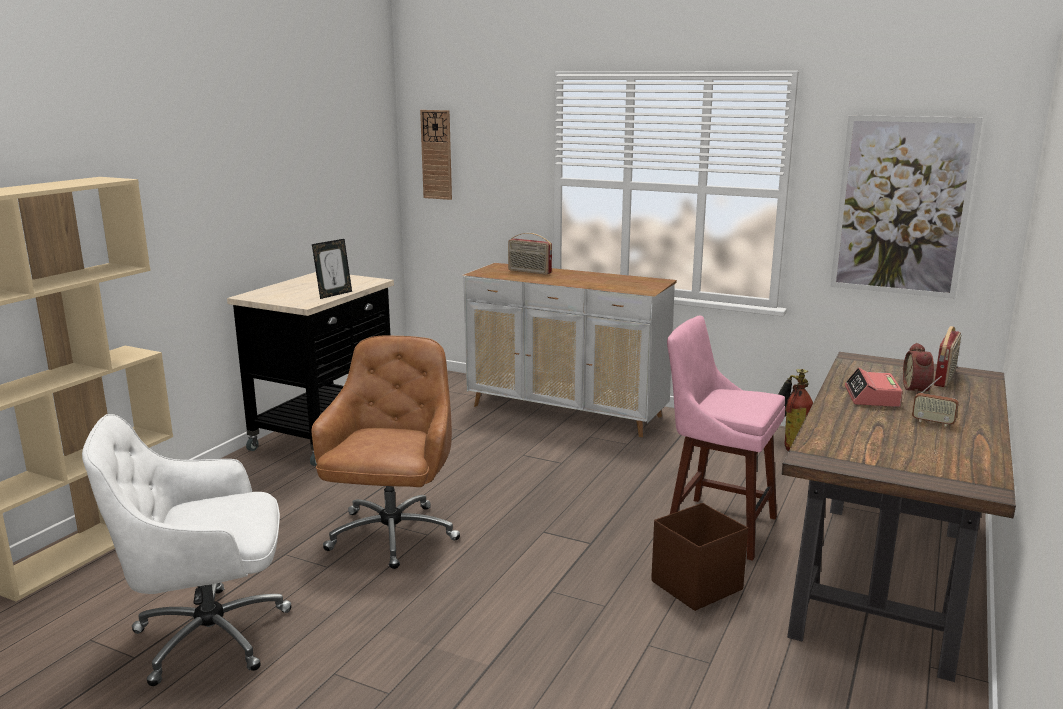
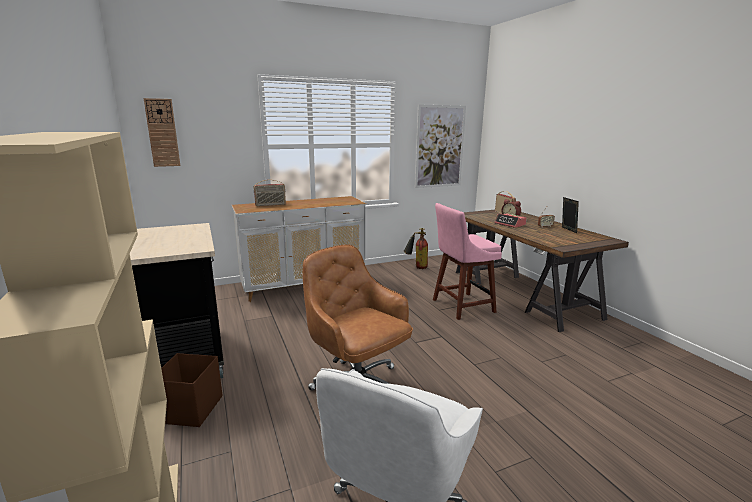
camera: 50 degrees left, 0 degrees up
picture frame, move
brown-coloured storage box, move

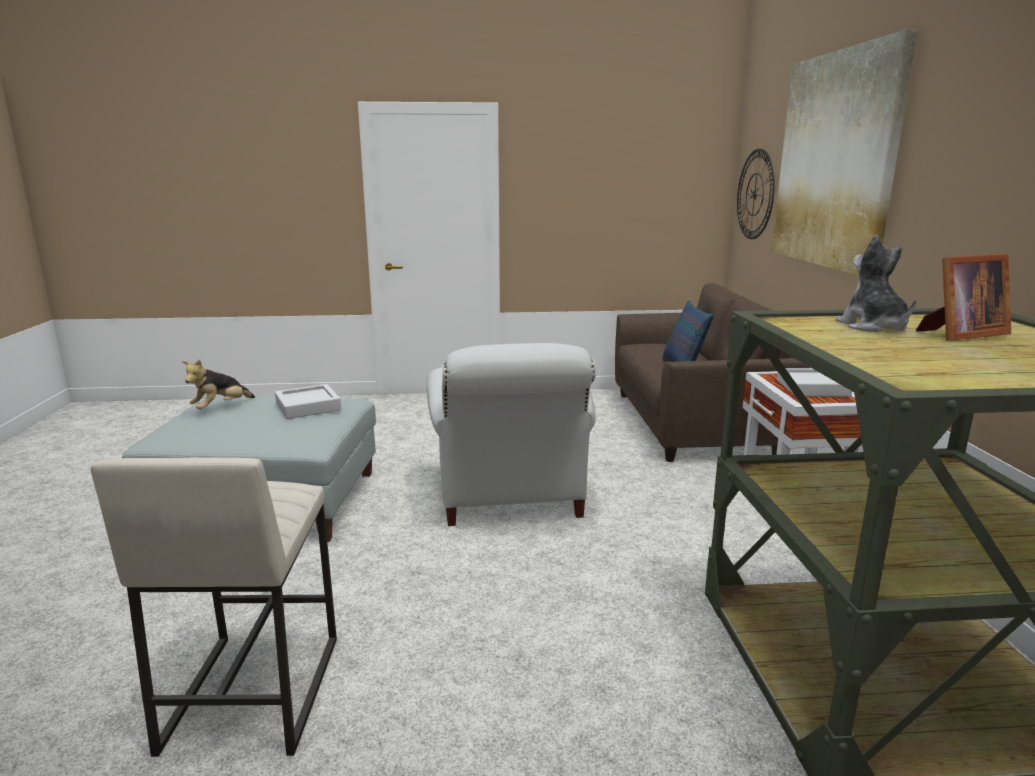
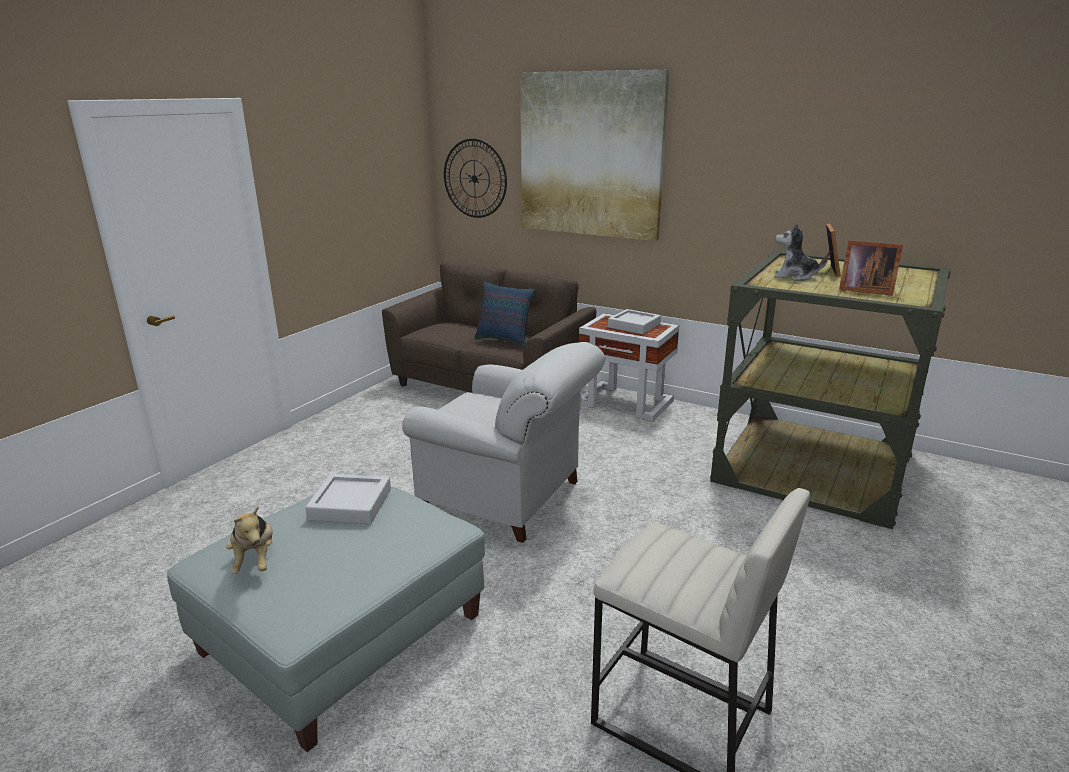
camera: 55 degrees left, 5 degrees up
nothing => picture frame (2nd from left)

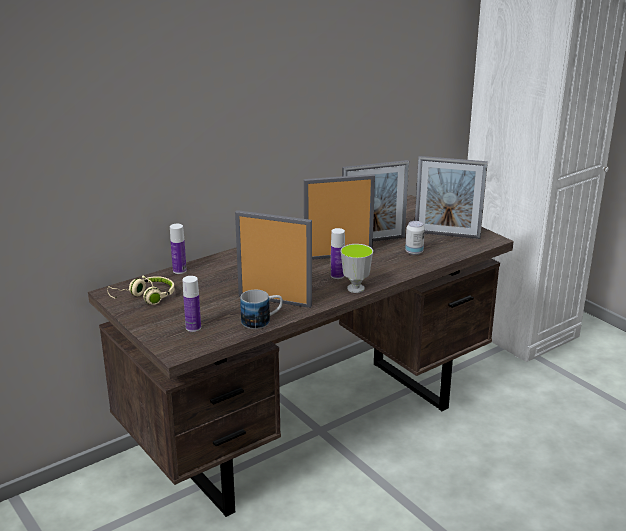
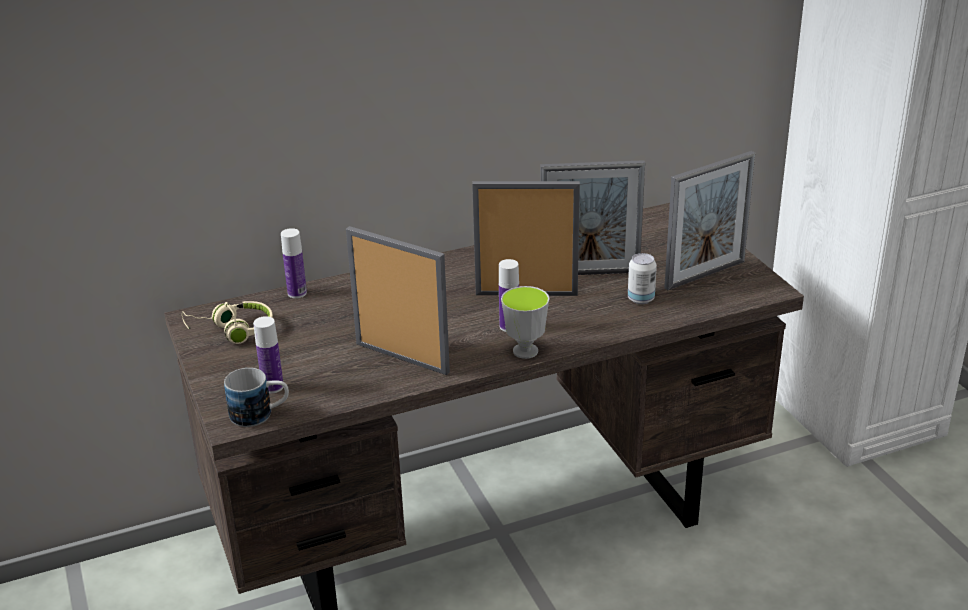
camera: 15 degrees right, 5 degrees up
mug, move
picture frame (4th from left), 60 degrees counterclockwise

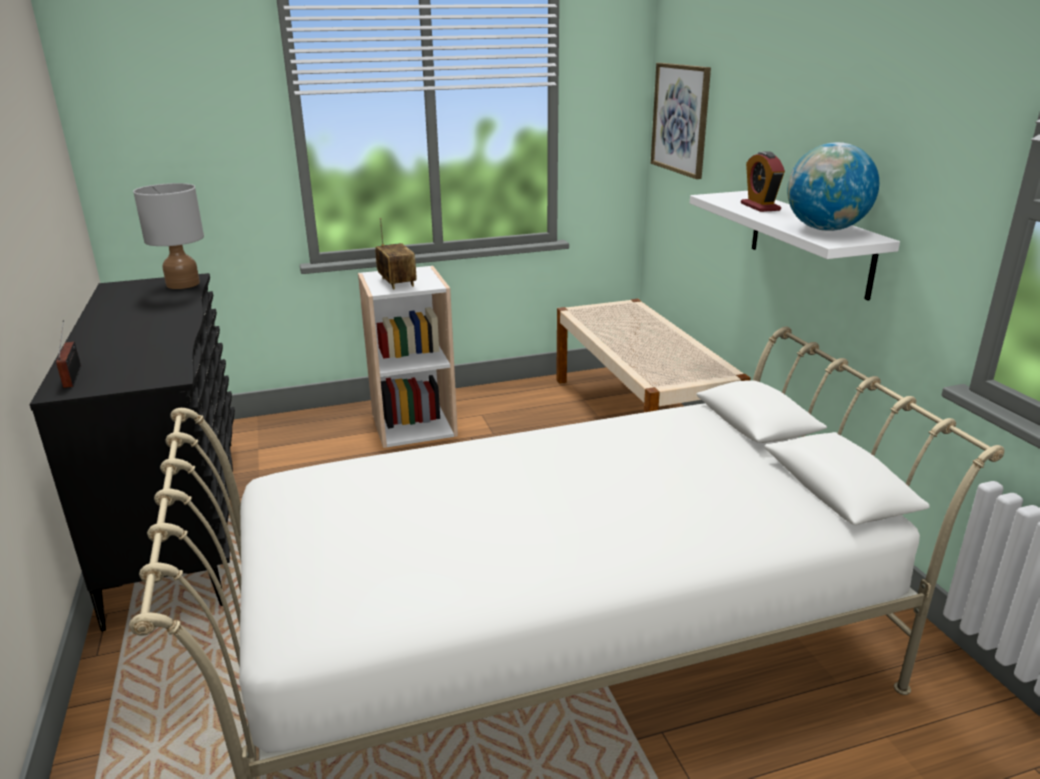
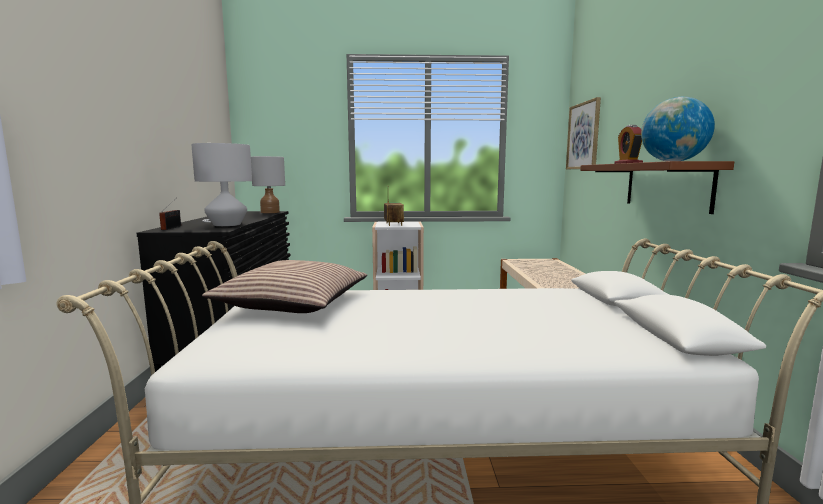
camera: 15 degrees right, 15 degrees down
nothing => greyish lamp for a table (1st from left)
nothing => pillow
whitish shelf => brown-coloured shelf

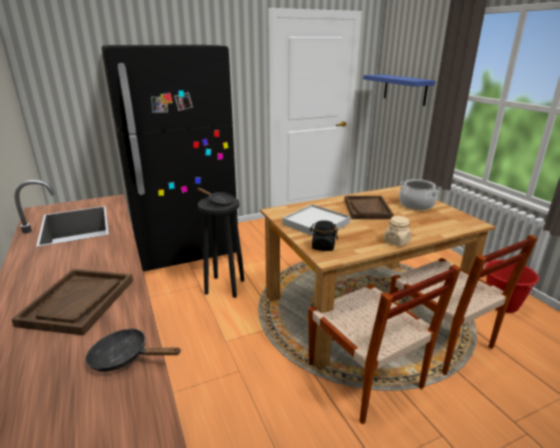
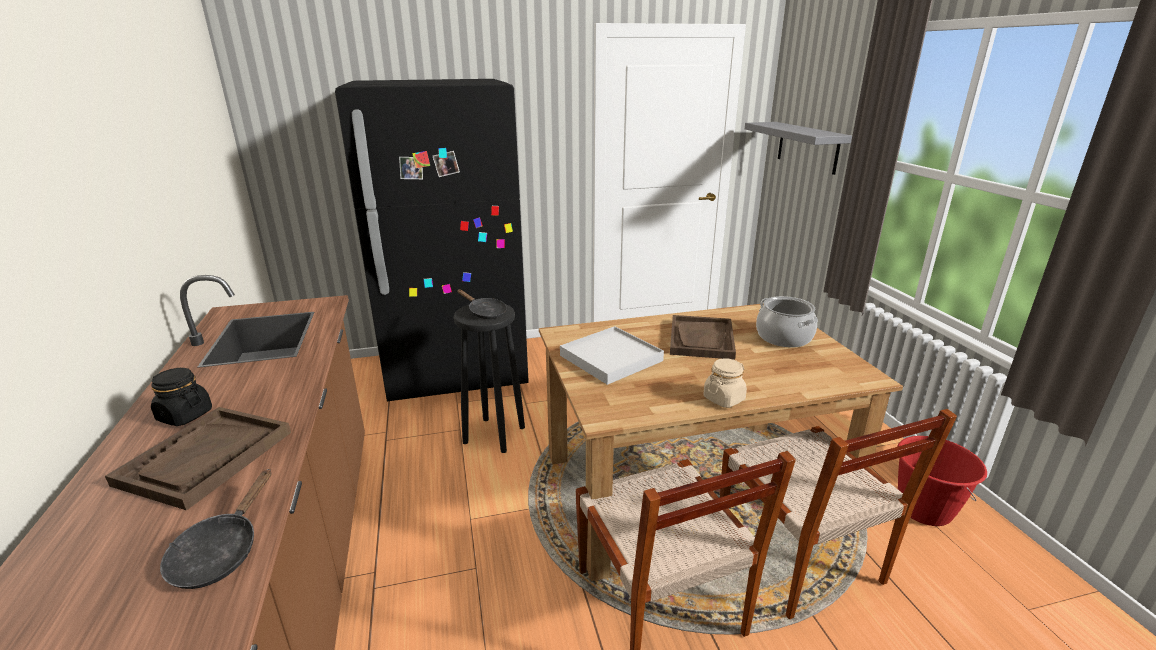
camera: 10 degrees right, 0 degrees up
black storage jar, move
blue-coloured shelf => greyish shelf
black frying pan (1st from left), 105 degrees counterclockwise

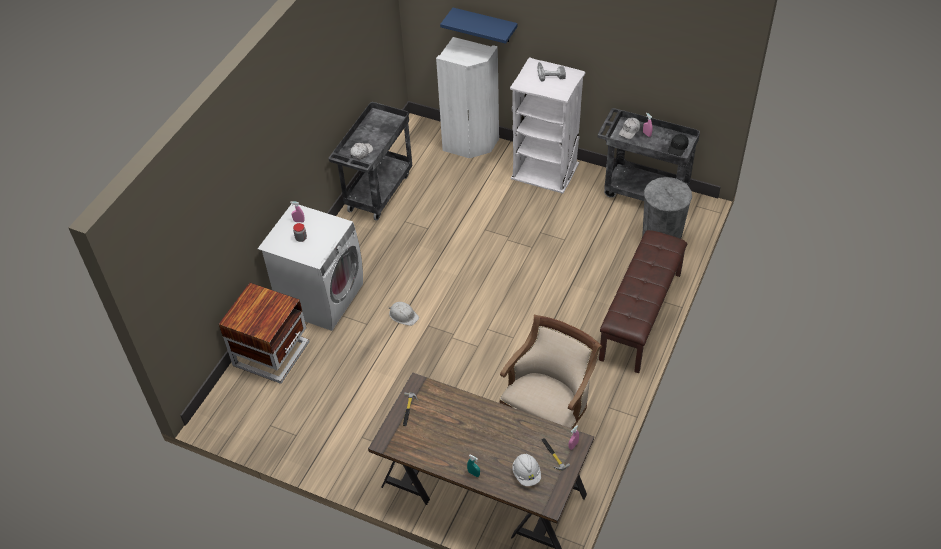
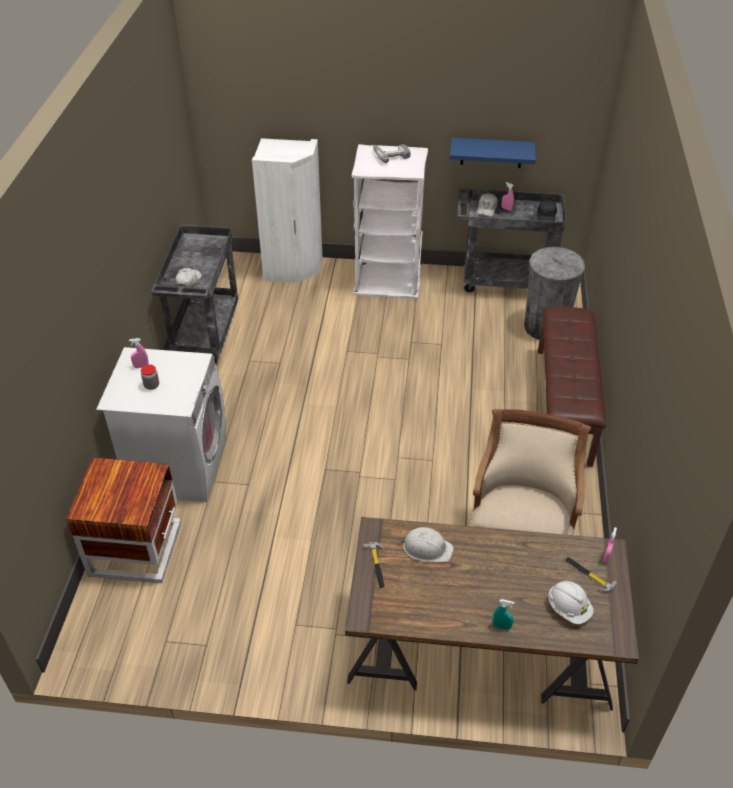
camera: 20 degrees left, 5 degrees down
whitish hard hat (1st from left), move
blue-coloured shelf, move

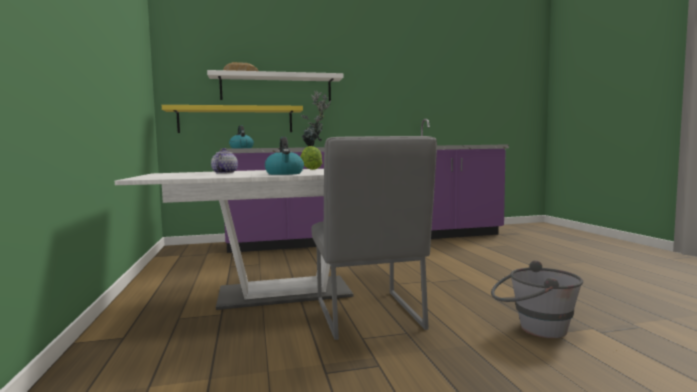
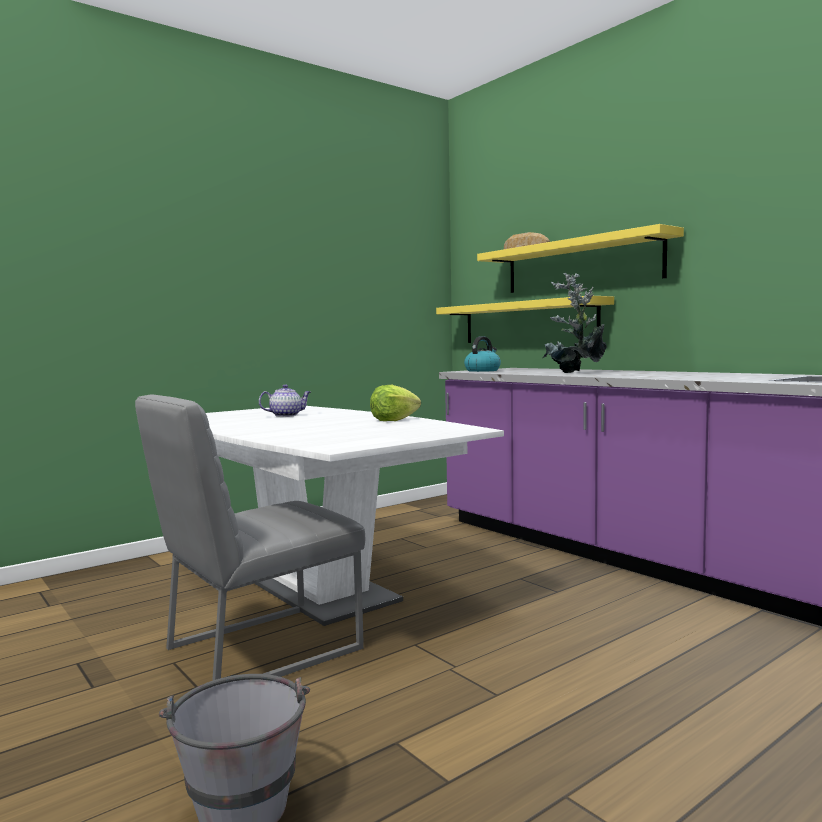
camera: 65 degrees right, 0 degrees up
tea kettle (2nd from left) => nothing
whitish shelf => yellowish shelf (2nd from left)

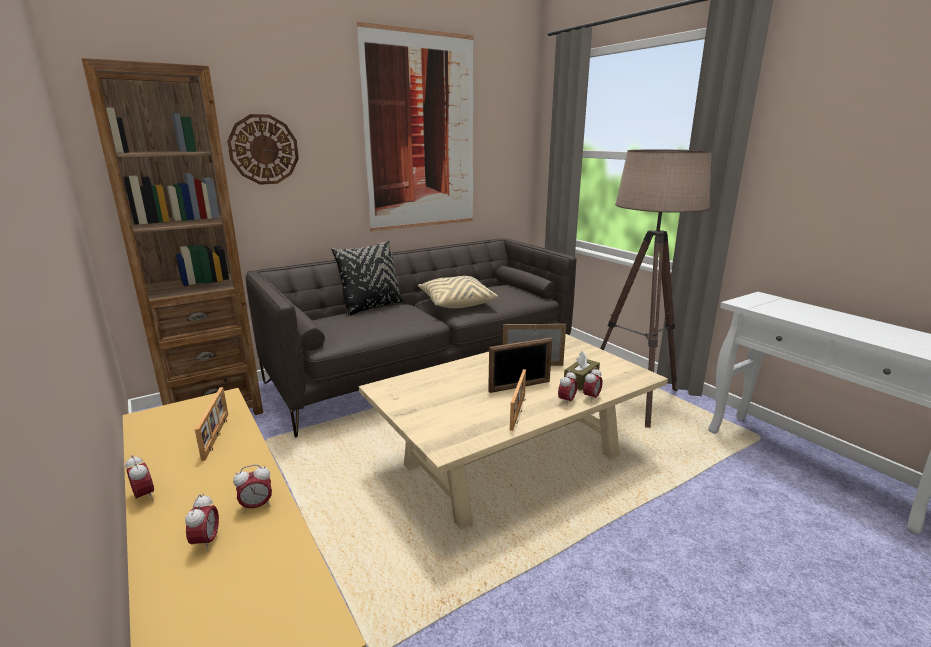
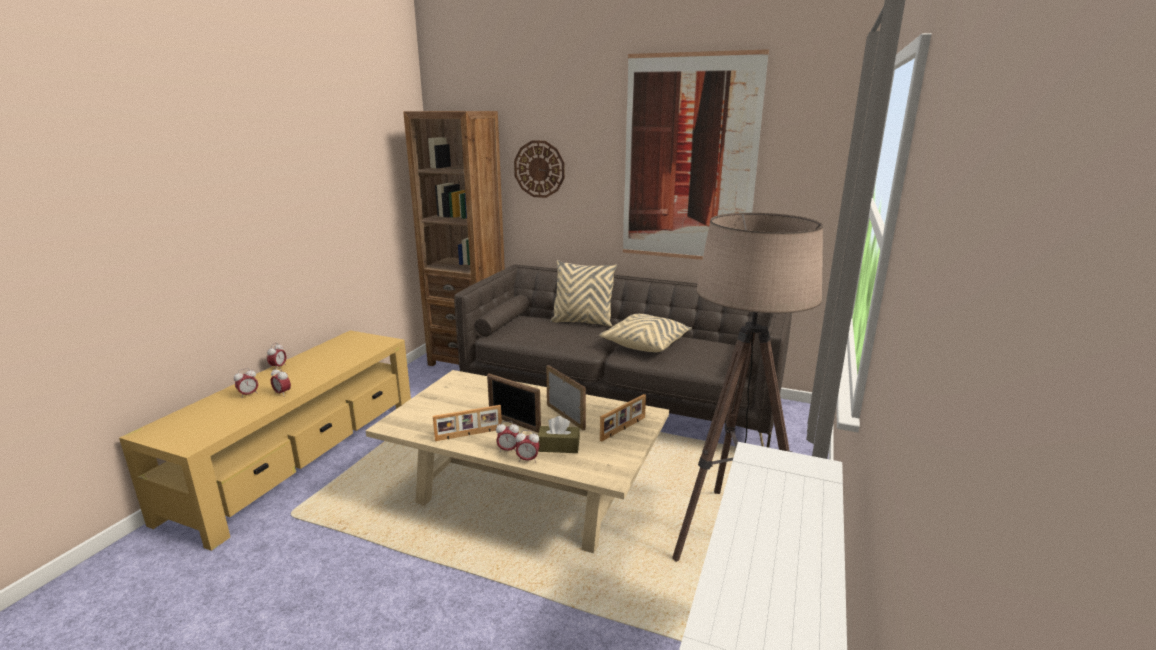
camera: 55 degrees right, 0 degrees up
picture frame (1st from left in the first image) => picture frame (4th from left), move
black pillow => beige-coloured pillow (1st from left)

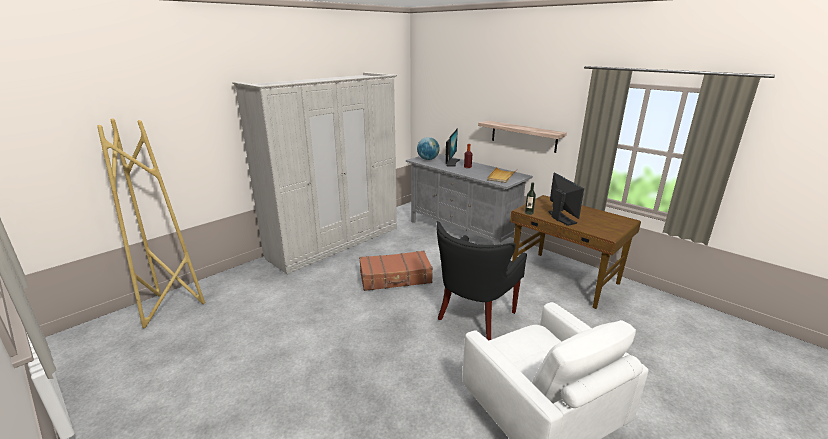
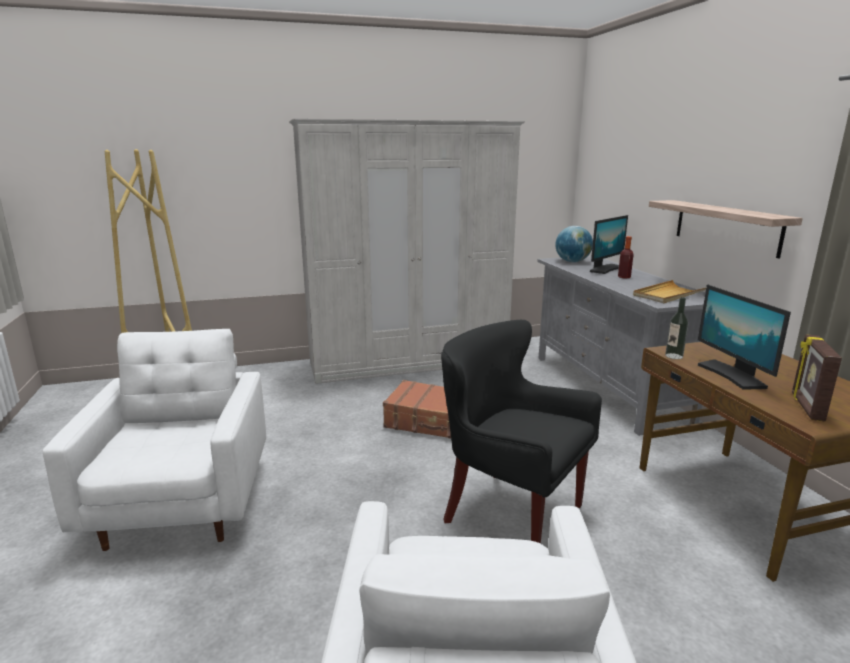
camera: 30 degrees right, 5 degrees down
nothing => whitish easy chair (1st from left)
nothing => picture frame
black easy chair, 60 degrees clockwise
monitor (2nd from left), 150 degrees clockwise

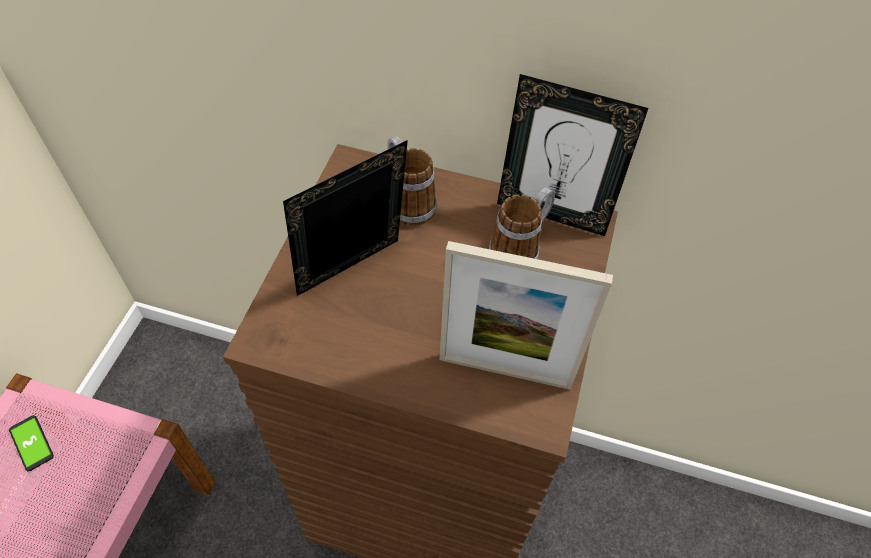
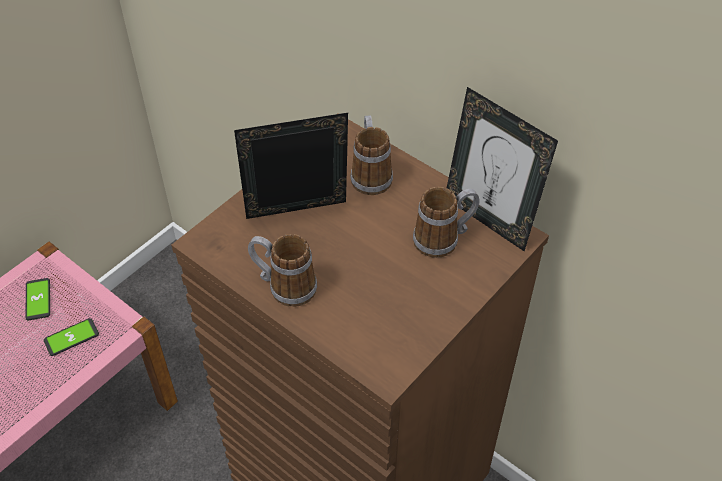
camera: 25 degrees right, 5 degrees down
picture frame (2nd from left) => nothing
nothing => handset (2nd from left)
nothing => mug (1st from left)

